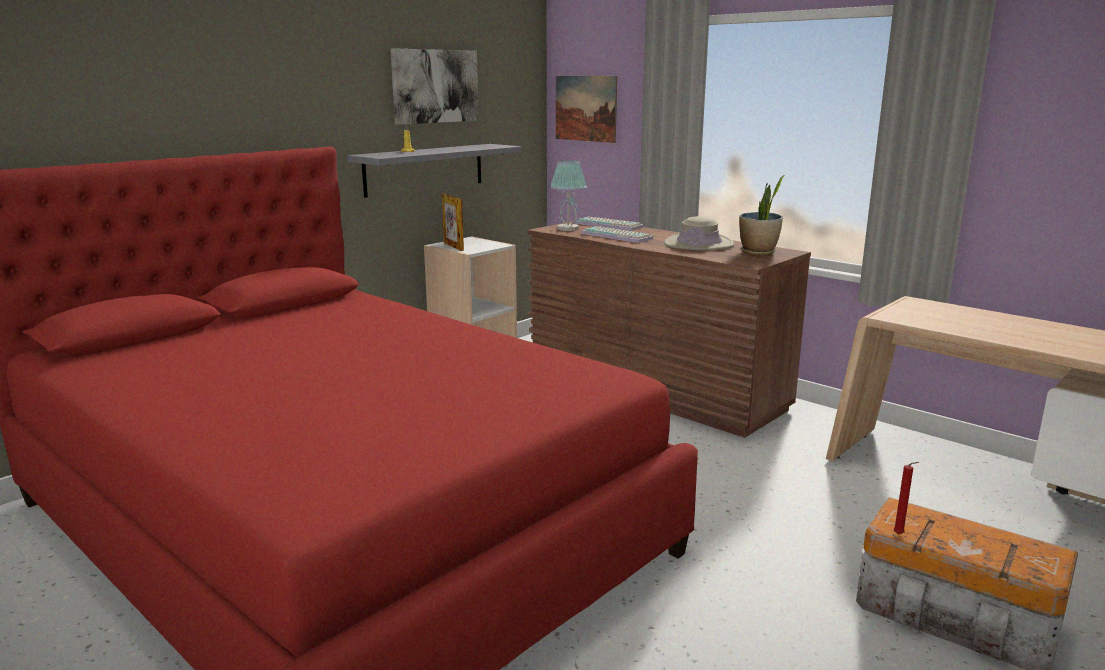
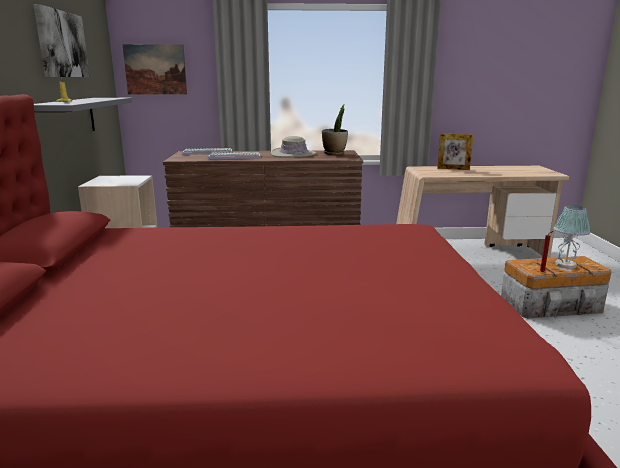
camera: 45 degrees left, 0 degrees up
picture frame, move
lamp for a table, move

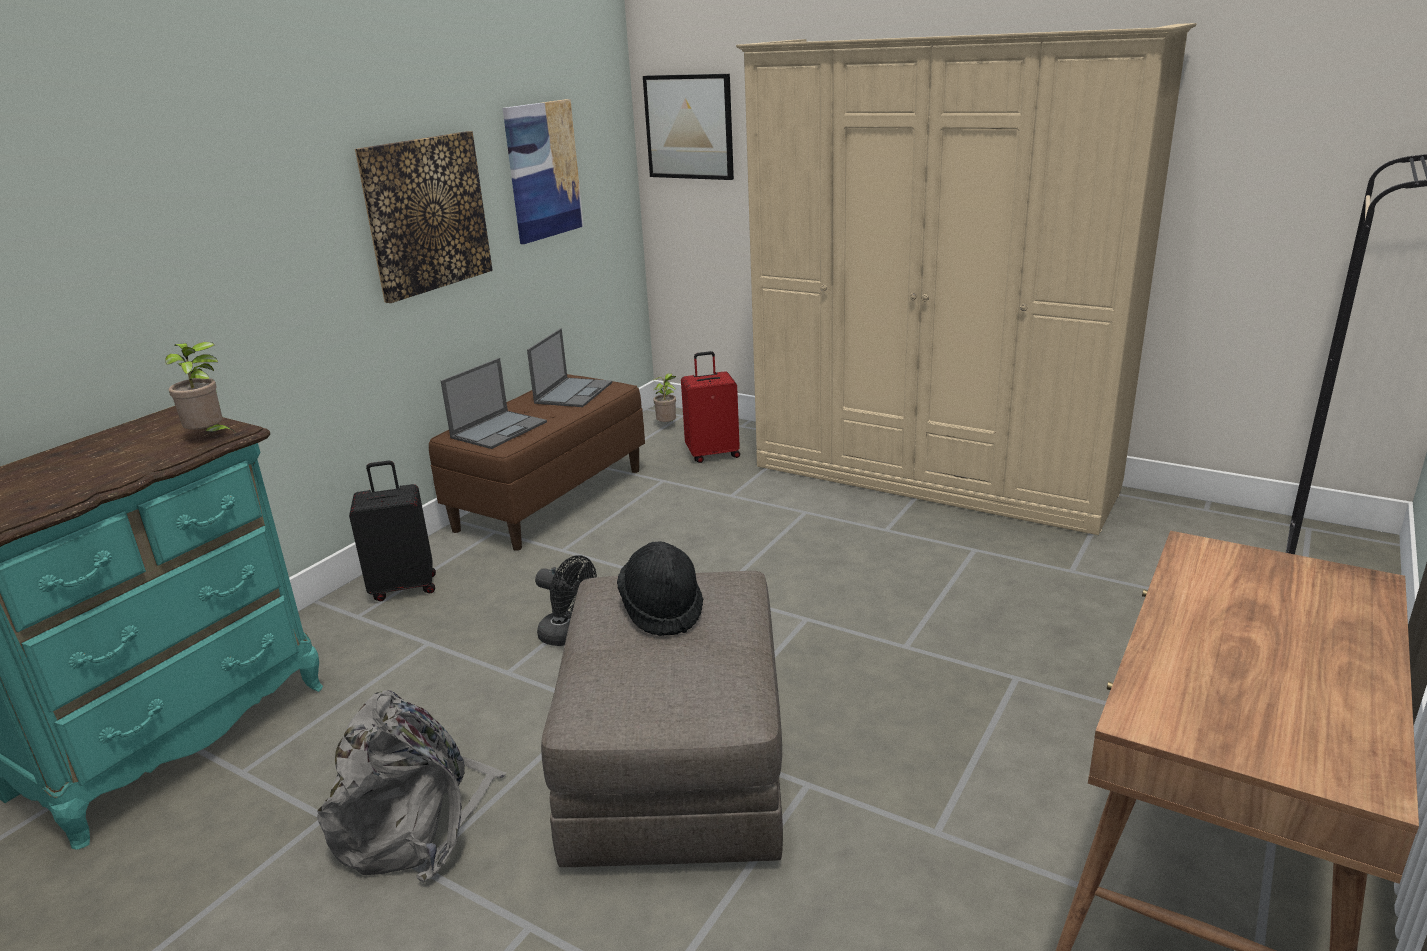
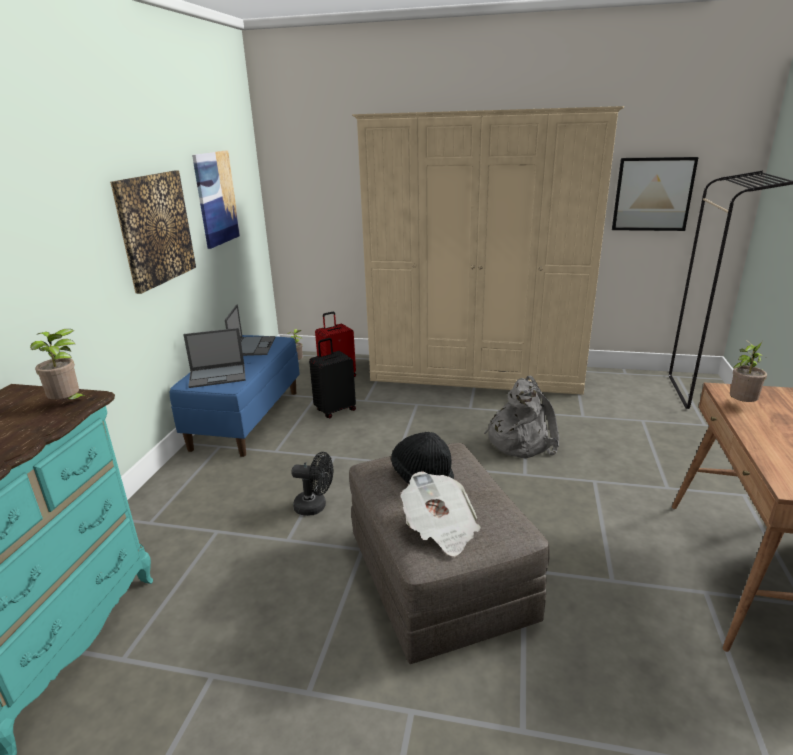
camera: 20 degrees left, 0 degrees up
nothing => newspaper
nothing => plant in a pot (3rd from left)
greyish rucksack, move
black suitcase, move
wall art (3rd from left), move
brown-coloured bench => blue-coloured bench
laptop (1st from left), 60 degrees clockwise

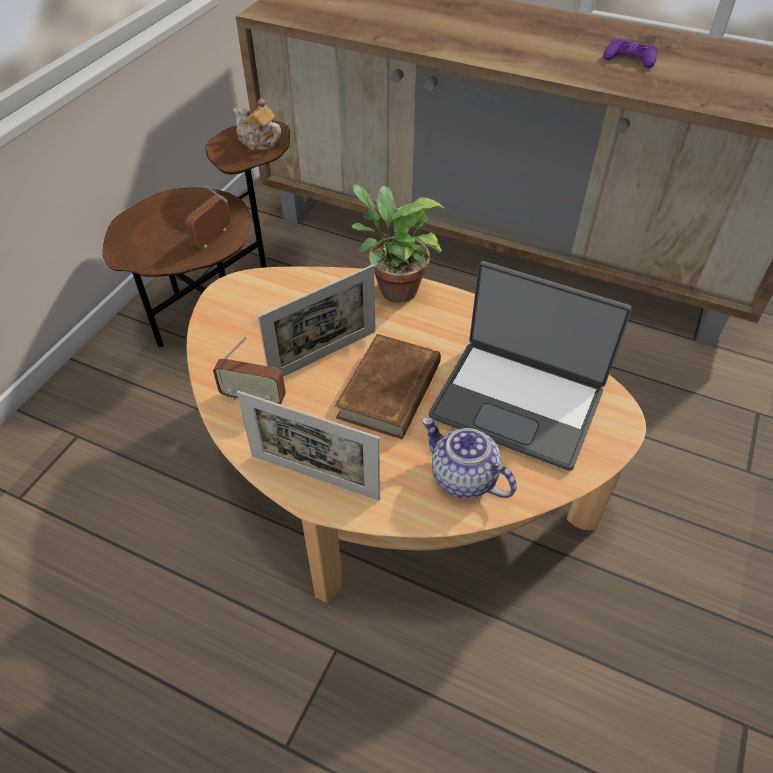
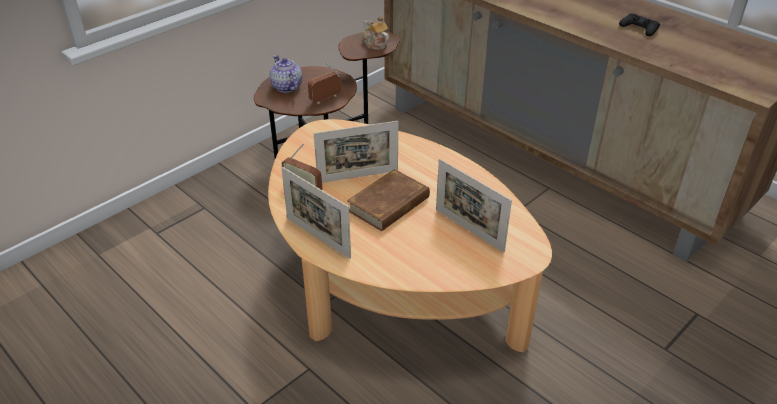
camera: 20 degrees right, 10 degrees down
plant in a pot => nothing
teapot (2nd from left in the first image) => teapot (1st from left), move
laptop => picture frame (3rd from left)
purple-coloured joypad => black joypad

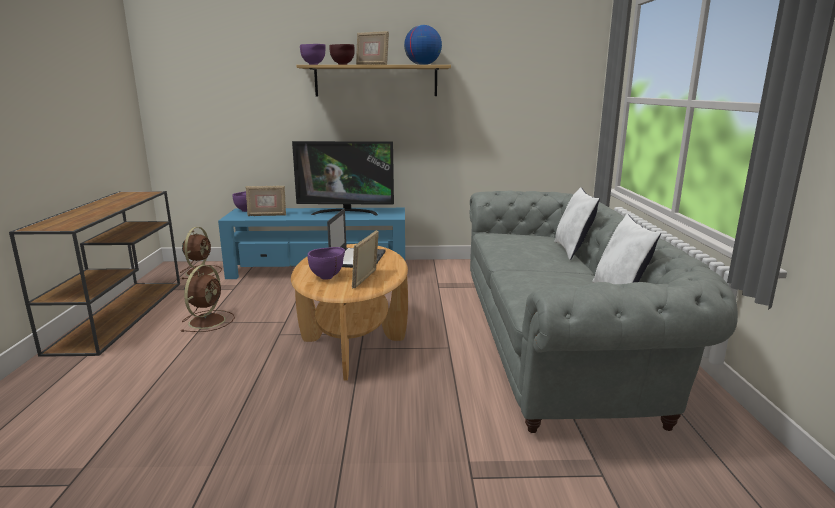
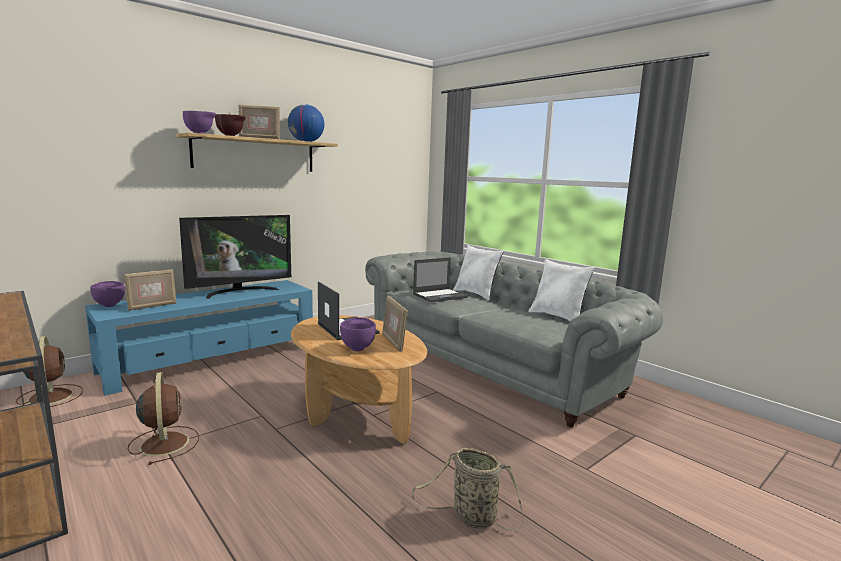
camera: 40 degrees left, 5 degrees down
nothing => storage basket
nothing => laptop (2nd from left)

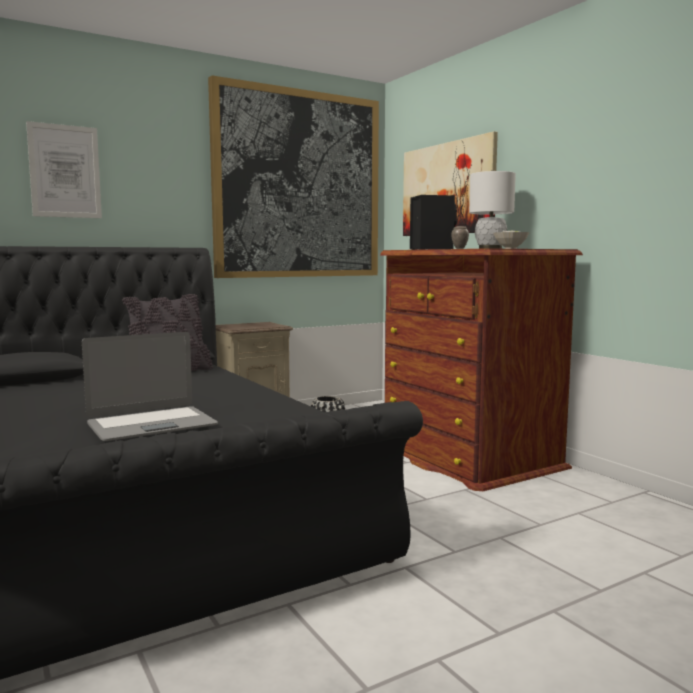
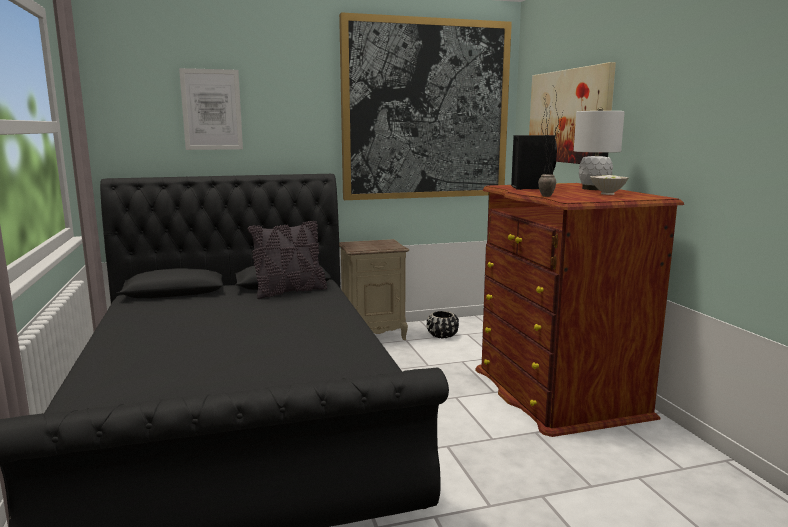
camera: 15 degrees right, 5 degrees up
laptop => nothing

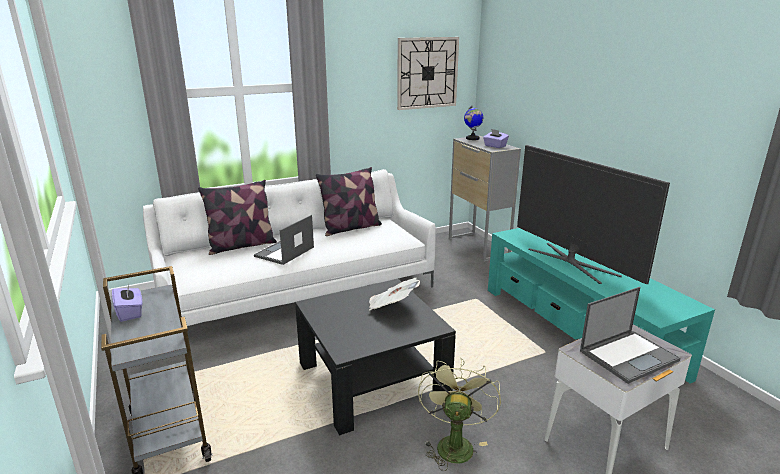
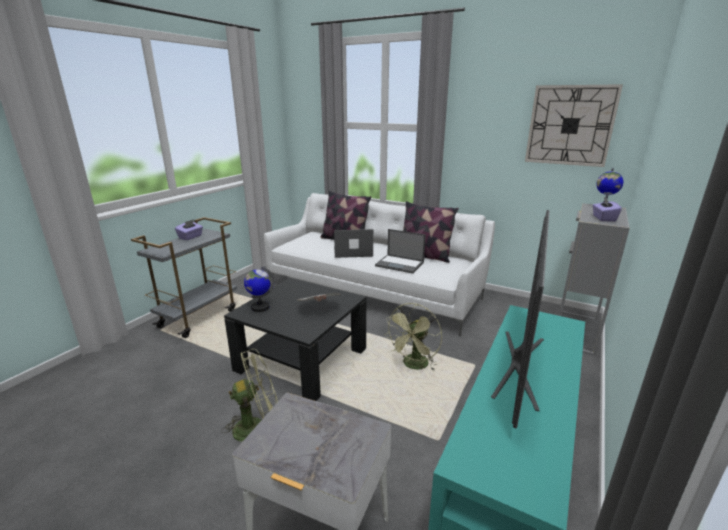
camera: 55 degrees right, 0 degrees up
nothing => desk globe (1st from left)
nothing => greenish cooling fan (2nd from left)
laptop (2nd from left), move

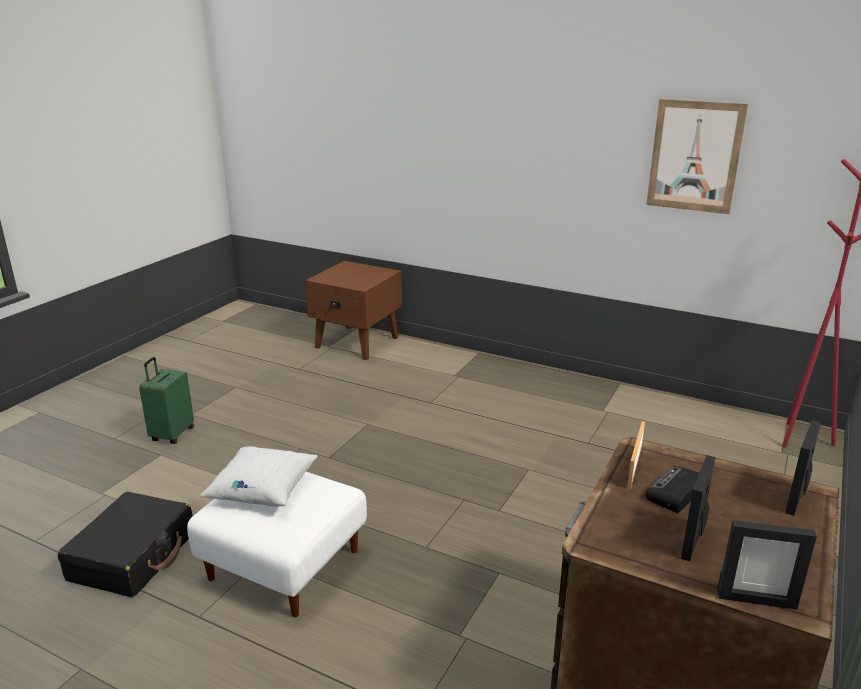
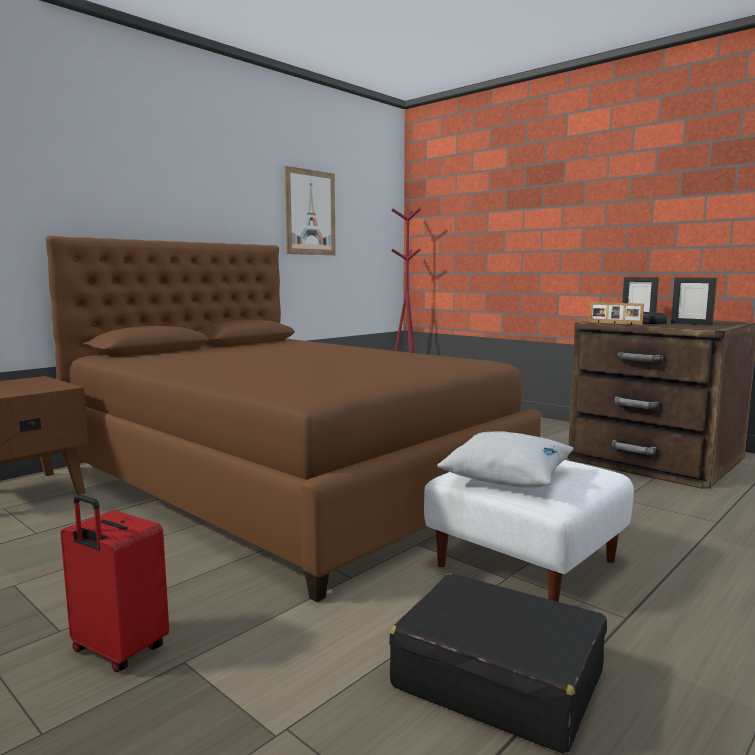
camera: 75 degrees left, 15 degrees down
picture frame (3rd from left) => nothing
nothing => brown-coloured bed
greenish suitcase => red-coloured suitcase

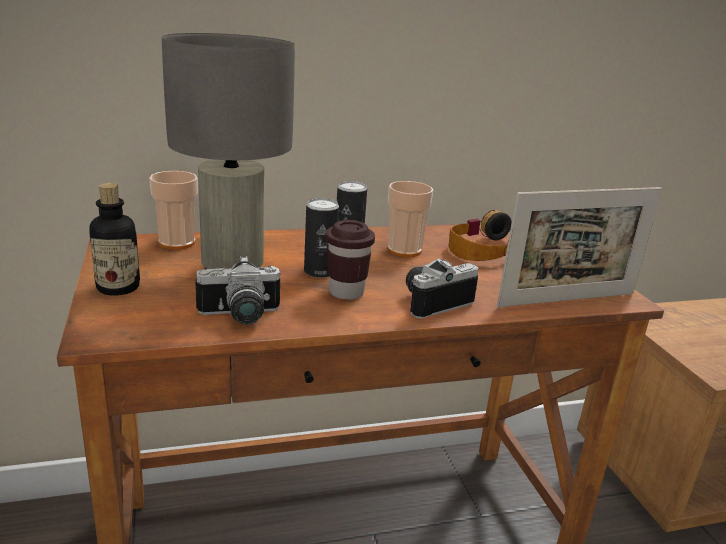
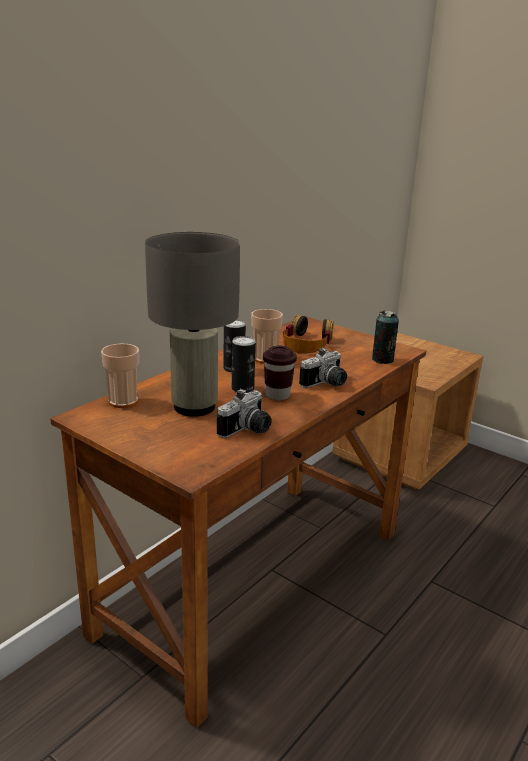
camera: 35 degrees left, 0 degrees up
drink bottle => nothing
picture frame => metal can (3rd from left)
still camera (2nd from left), 150 degrees counterclockwise

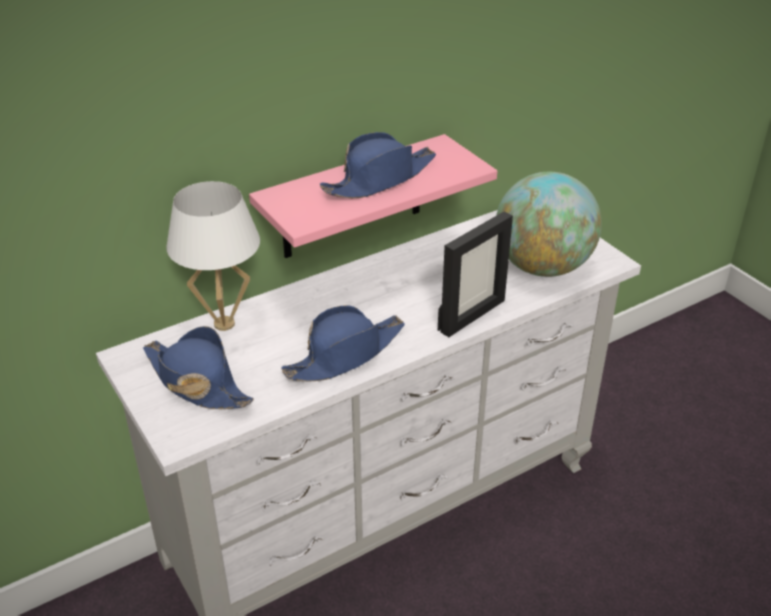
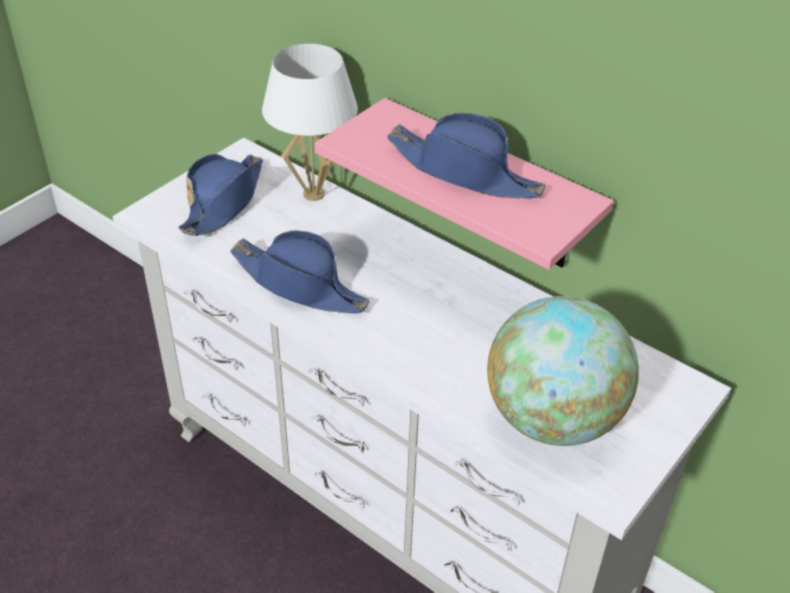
camera: 70 degrees right, 5 degrees up
picture frame => nothing

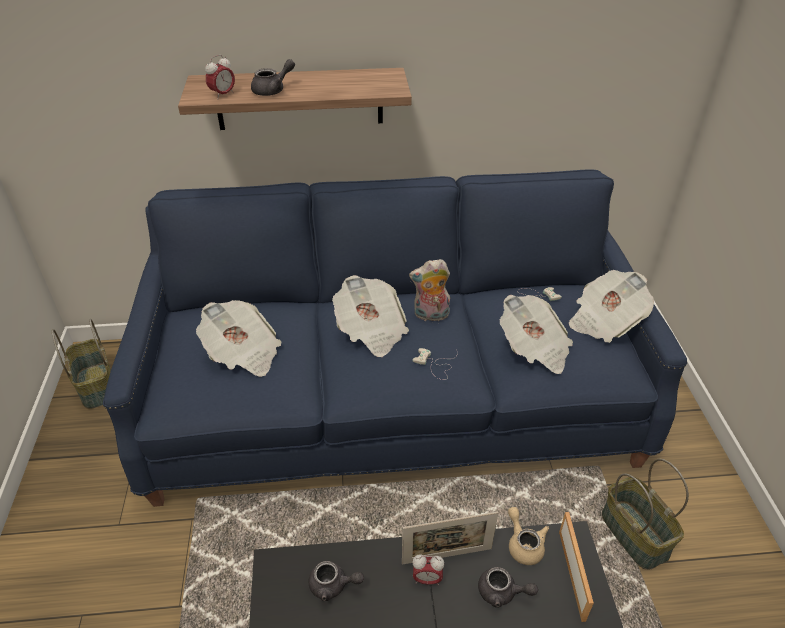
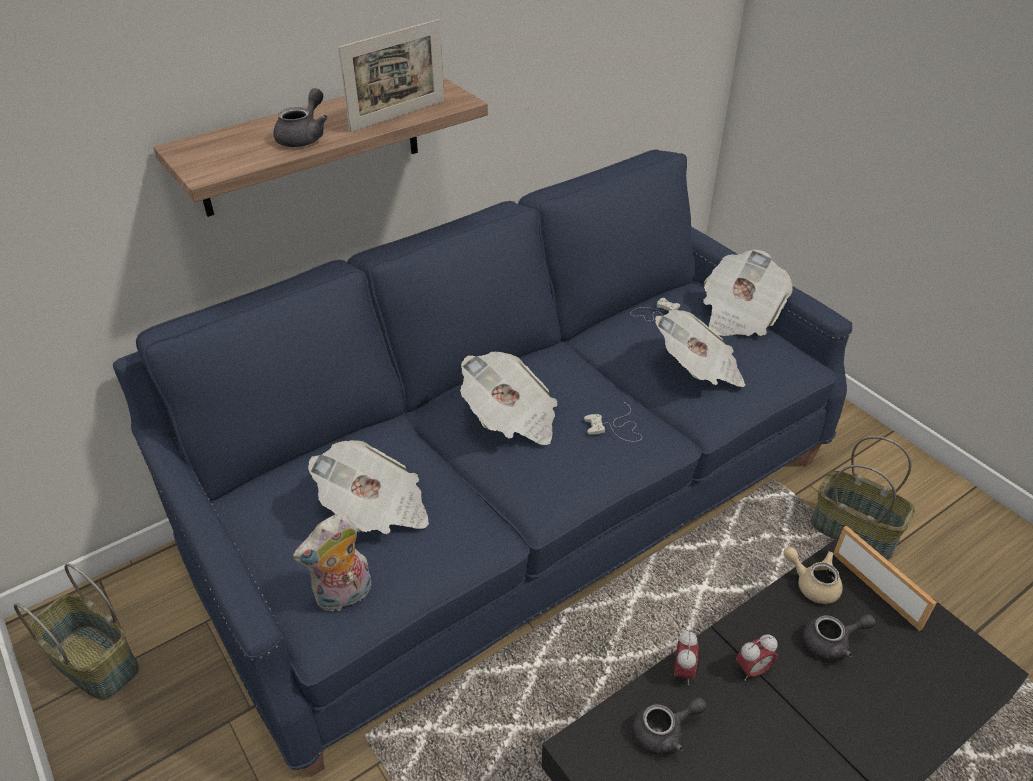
camera: 30 degrees left, 0 degrees up
bedside clock (1st from left), move
picture frame (1st from left), move
cuddly toy, move

